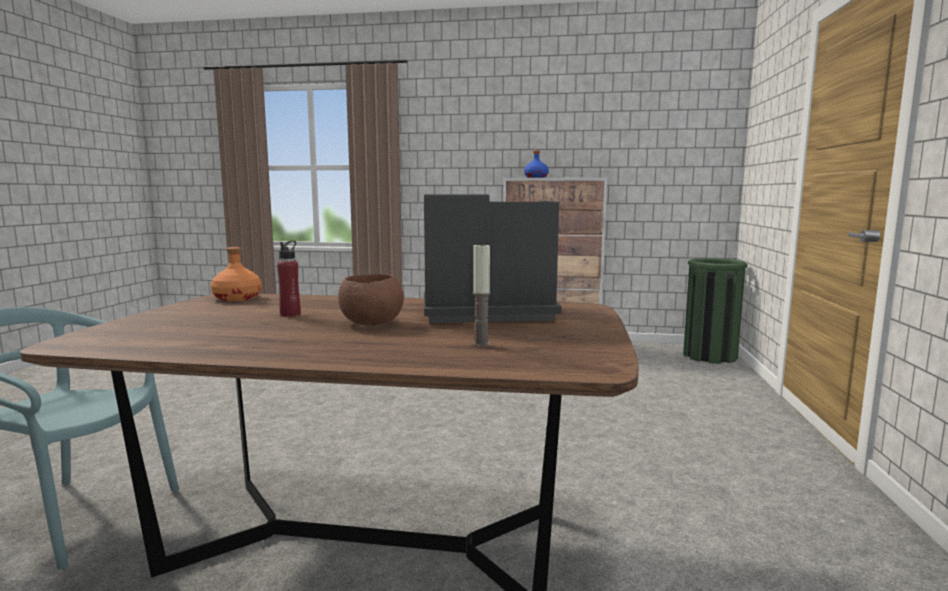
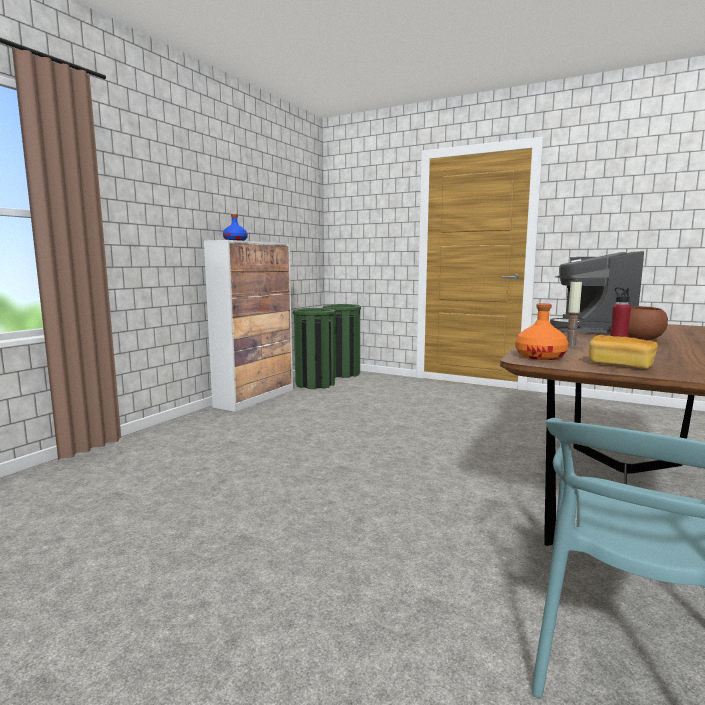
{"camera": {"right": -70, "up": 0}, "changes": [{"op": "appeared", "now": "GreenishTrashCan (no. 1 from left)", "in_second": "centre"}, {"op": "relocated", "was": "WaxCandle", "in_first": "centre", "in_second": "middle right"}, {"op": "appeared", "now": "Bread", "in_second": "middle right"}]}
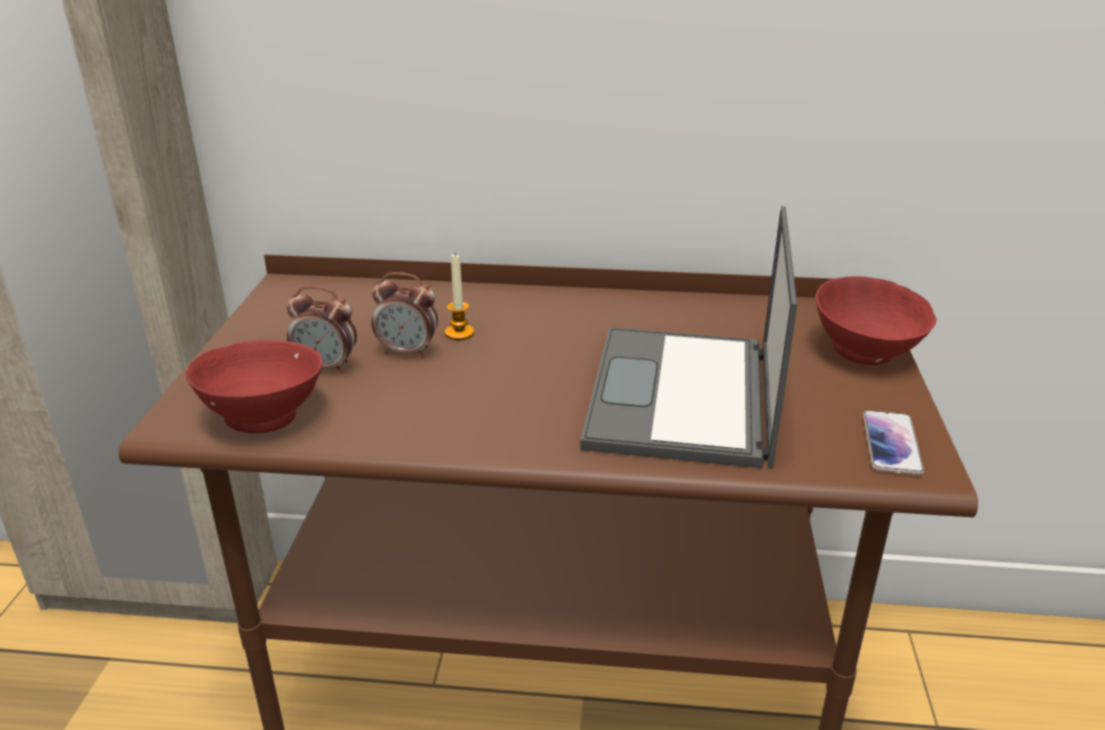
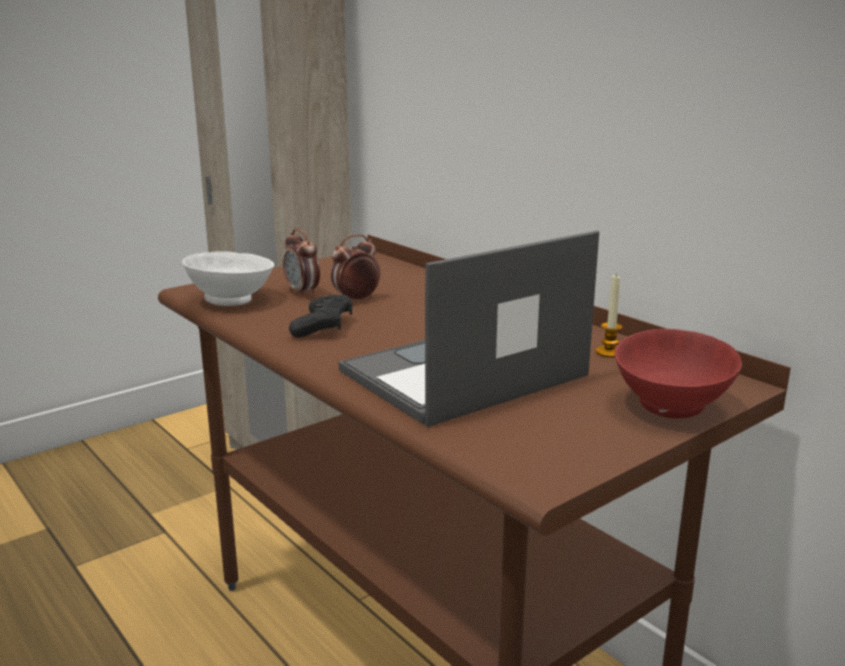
{"camera": {"right": 45, "up": -10}, "changes": [{"op": "colour", "was": "ReddishServingBowl (no. 1 from left)", "now": "WhitishServingBowl", "in_first": "middle left", "in_second": "middle left"}, {"op": "appeared", "now": "BlackishGameController", "in_second": "centre"}, {"op": "spun", "was": "BedsideClock (no. 2 from left)", "in_first": "centre", "in_second": "centre", "clockwise": 90}, {"op": "relocated", "was": "WaxCandle", "in_first": "centre", "in_second": "middle right"}, {"op": "missing", "was": "Phone", "in_first": "middle right"}]}
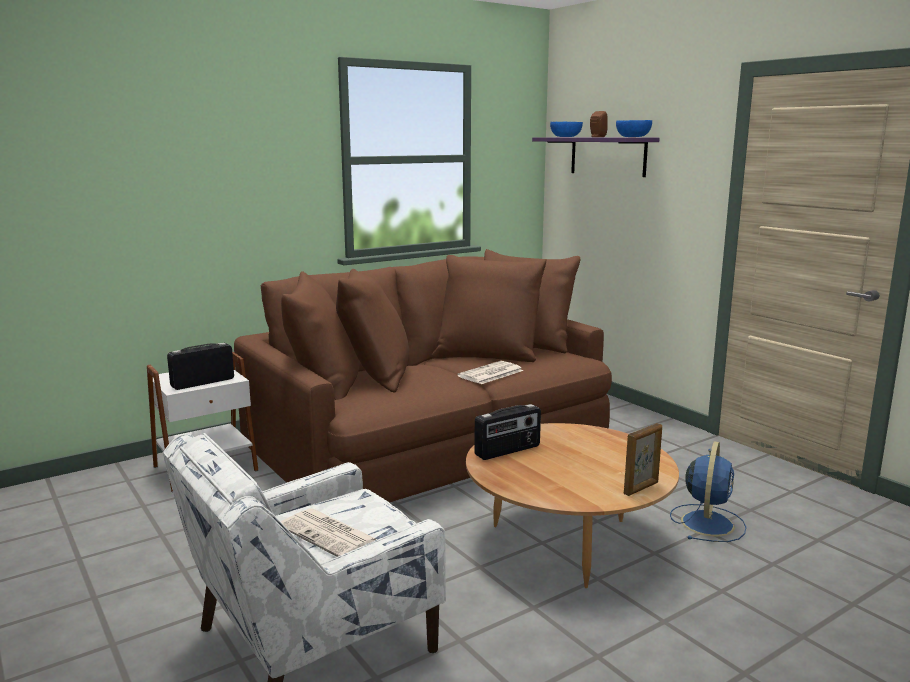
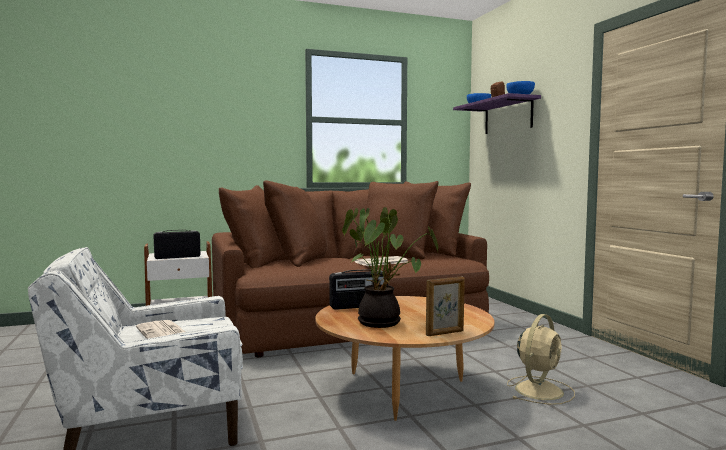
{"camera": {"right": 15, "up": -10}, "changes": [{"op": "appeared", "now": "Houseplant", "in_second": "centre"}, {"op": "colour", "was": "BluishFan", "now": "BeigeFan", "in_first": "bottom right", "in_second": "bottom right"}]}
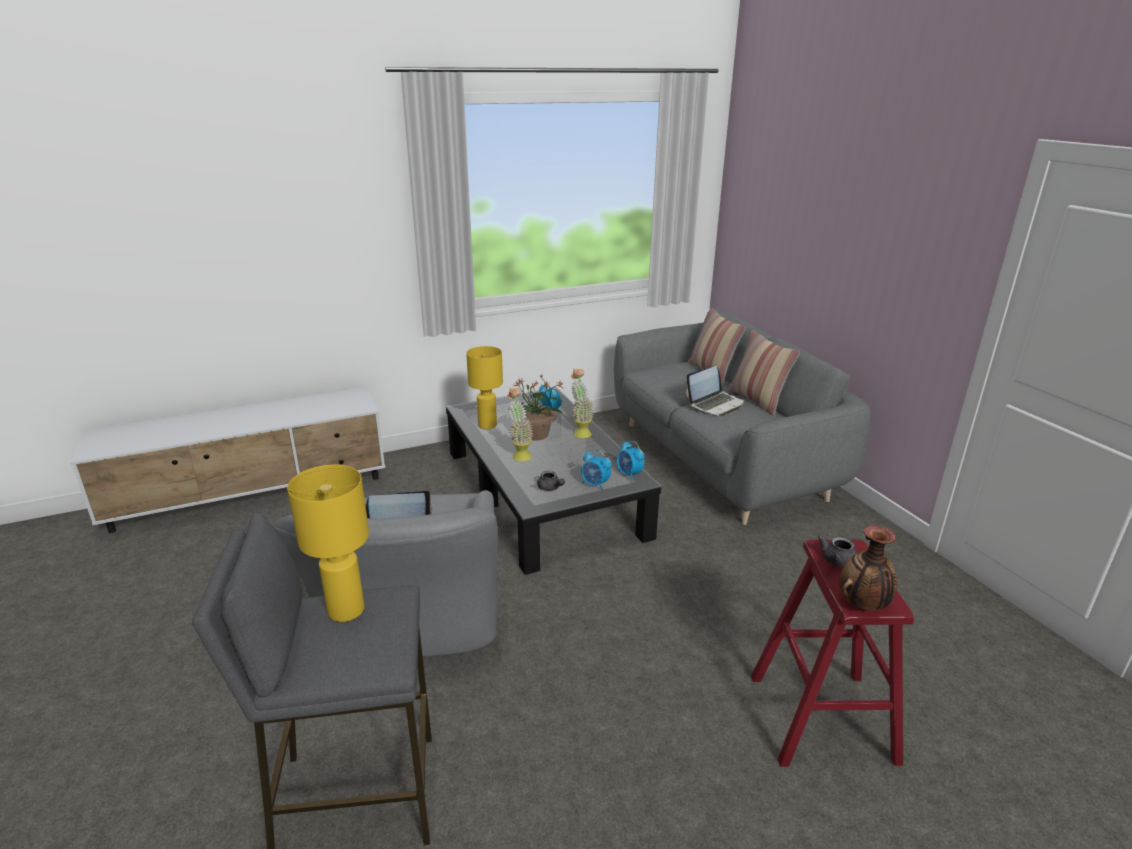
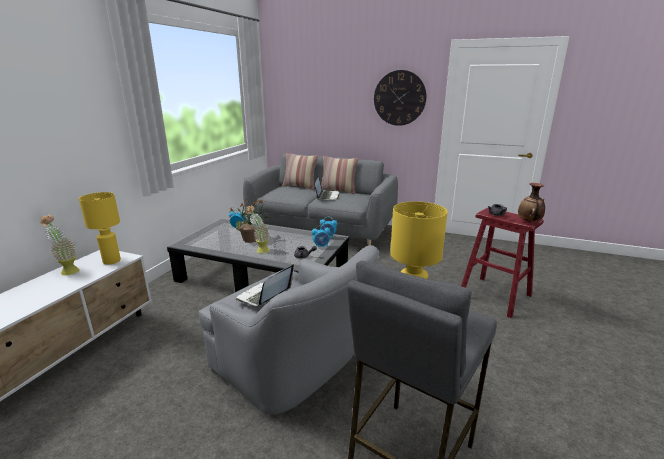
{"camera": {"right": -45, "up": -5}, "changes": [{"op": "relocated", "was": "Houseplant (no. 3 from left in the first image)", "now": "Houseplant (no. 1 from left)", "in_first": "centre", "in_second": "middle left"}, {"op": "relocated", "was": "YellowColouredTabletopLamp (no. 2 from left in the first image)", "now": "YellowColouredTabletopLamp (no. 1 from left)", "in_first": "centre", "in_second": "middle left"}, {"op": "appeared", "now": "HangingClock", "in_second": "top centre"}]}
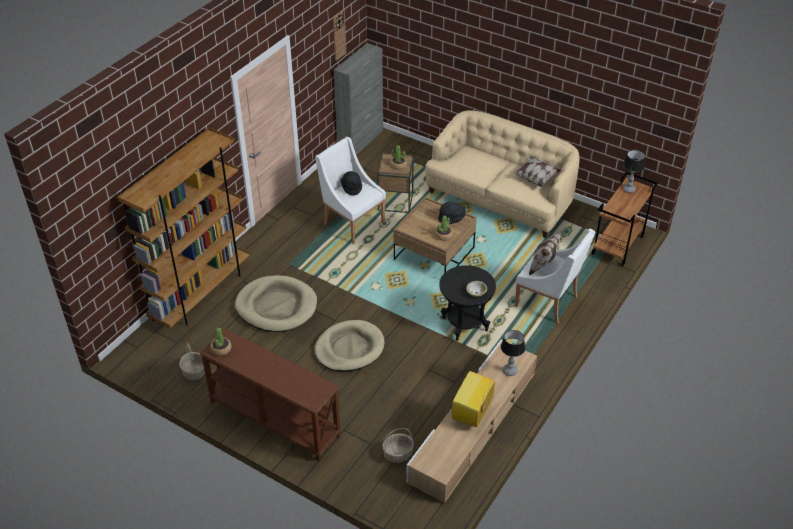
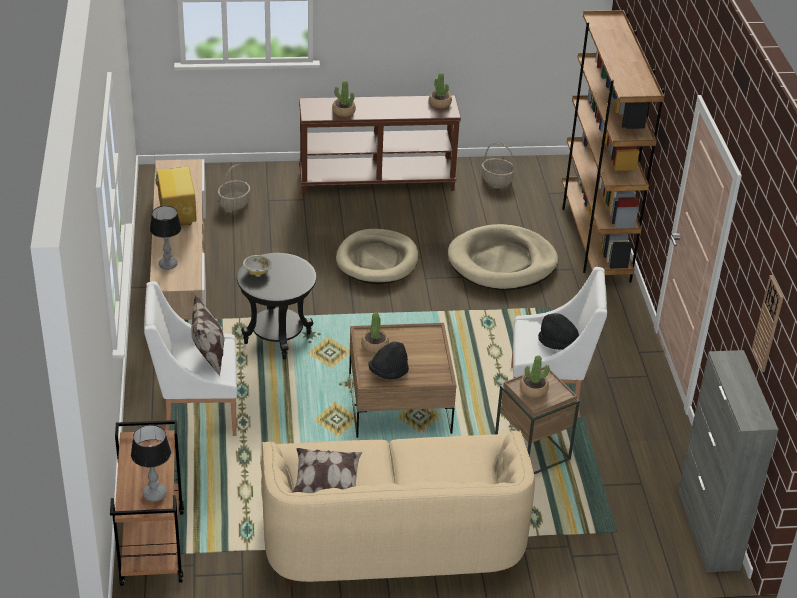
{"camera": {"right": 140, "up": -5}, "changes": [{"op": "appeared", "now": "Houseplant (no. 1 from left)", "in_second": "top centre"}]}
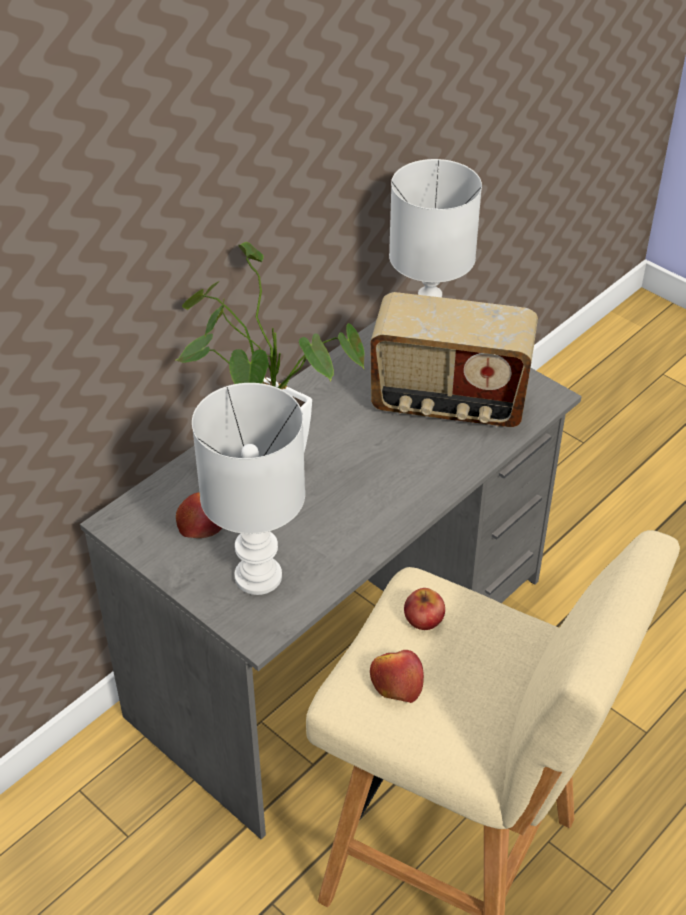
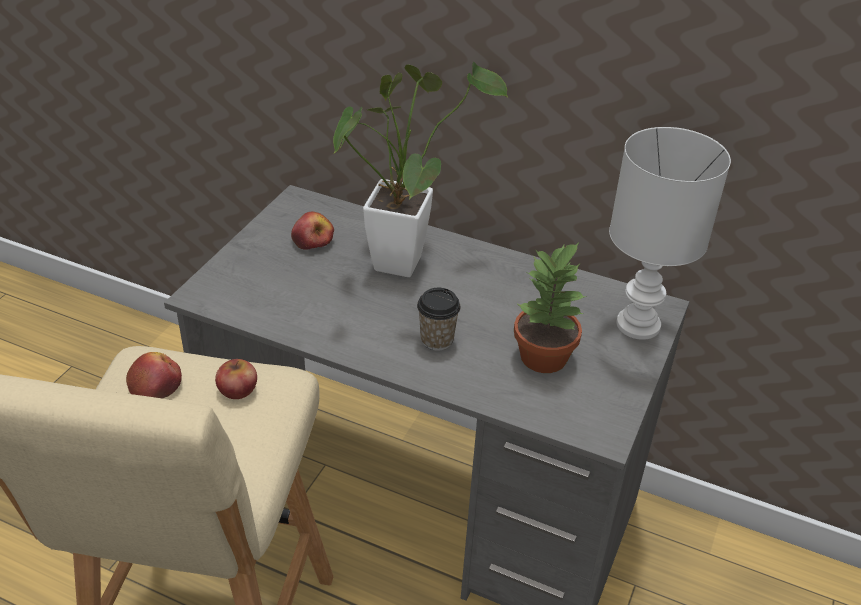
{"camera": {"right": 70, "up": -5}, "changes": [{"op": "appeared", "now": "DrinkingCup", "in_second": "centre"}, {"op": "exchanged", "was": "RadioReceiver", "now": "Houseplant (no. 2 from left)", "in_first": "centre", "in_second": "centre"}, {"op": "missing", "was": "WhitishTabletopLamp (no. 1 from left)", "in_first": "centre"}]}
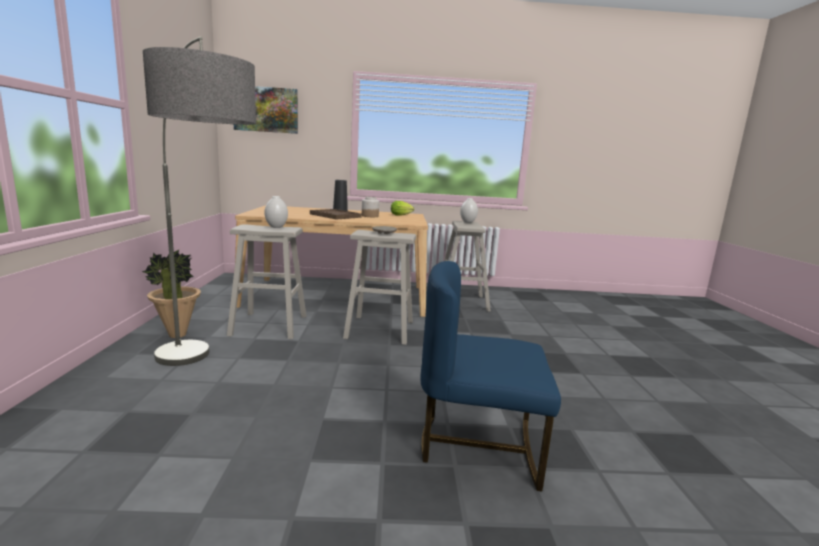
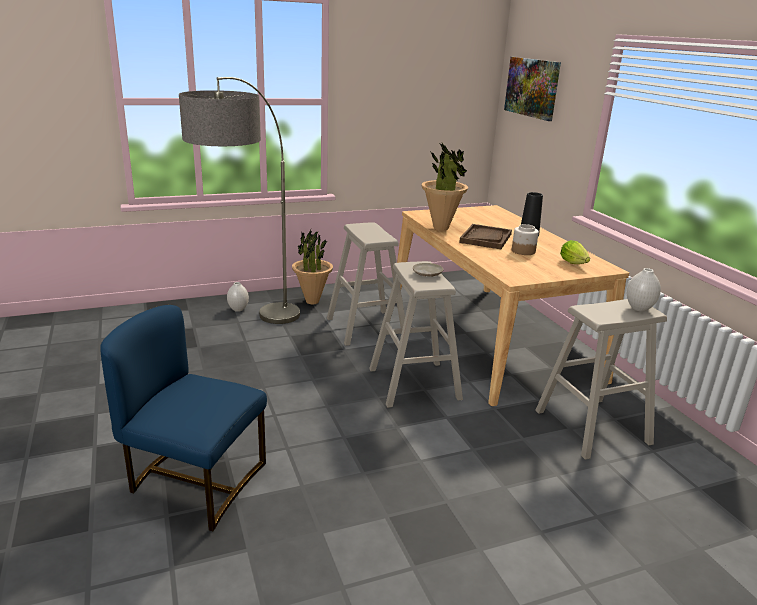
{"camera": {"right": 70, "up": 10}, "changes": [{"op": "spun", "was": "BluishPlainChair", "in_first": "bottom centre", "in_second": "bottom left", "clockwise": -60}, {"op": "relocated", "was": "WhitishVase (no. 1 from left)", "in_first": "centre", "in_second": "middle left"}, {"op": "appeared", "now": "Houseplant (no. 2 from left)", "in_second": "top centre"}]}
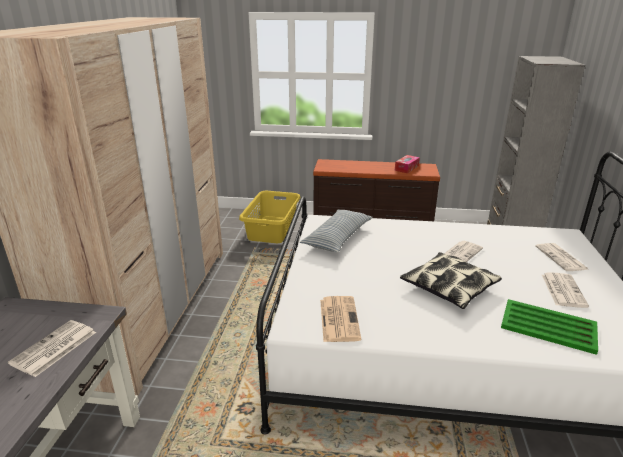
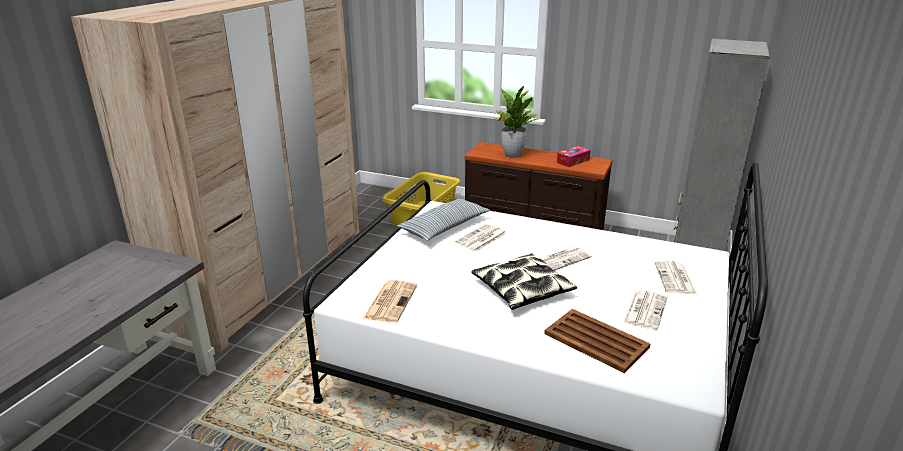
{"camera": {"right": 15, "up": 0}, "changes": [{"op": "relocated", "was": "DailyPaper (no. 1 from left in the first image)", "now": "DailyPaper (no. 2 from left)", "in_first": "bottom left", "in_second": "centre"}, {"op": "appeared", "now": "Houseplant", "in_second": "top centre"}, {"op": "colour", "was": "GreenishCarryingTray", "now": "BrownCarryingTray", "in_first": "bottom right", "in_second": "bottom centre"}]}
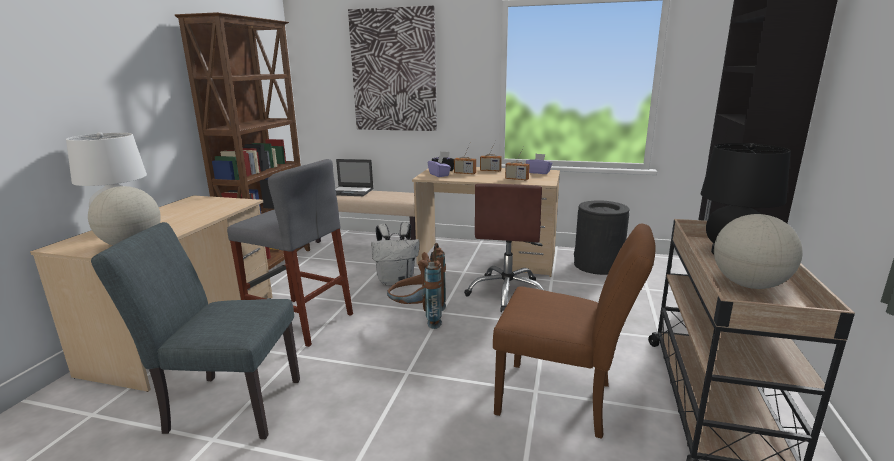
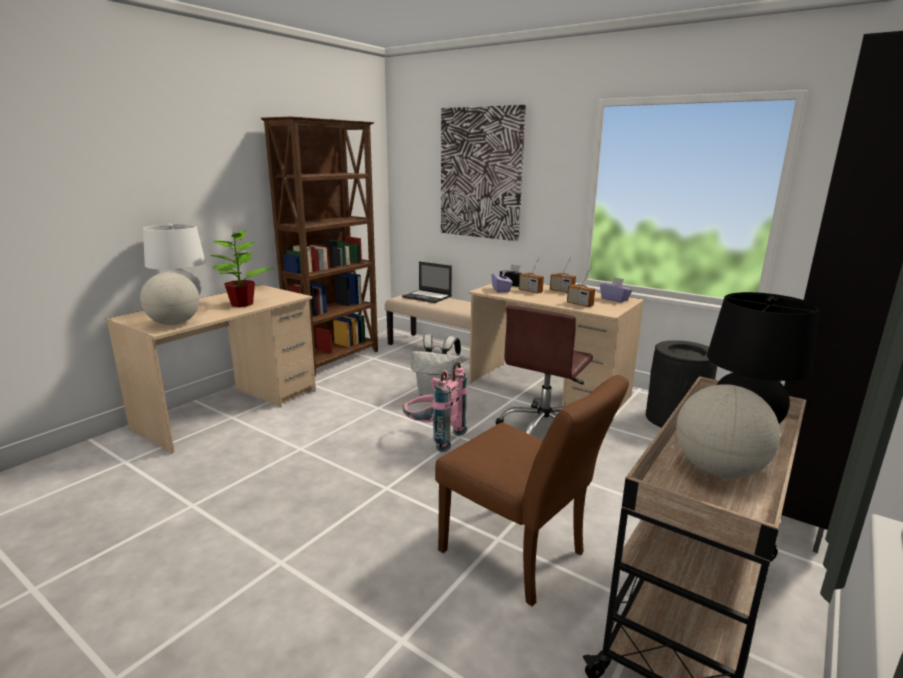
{"camera": {"right": 20, "up": 0}, "changes": [{"op": "appeared", "now": "Houseplant", "in_second": "middle left"}, {"op": "colour", "was": "BrownBackpack", "now": "PinkishBackpack", "in_first": "centre", "in_second": "centre"}, {"op": "missing", "was": "GreyishPlainChair", "in_first": "bottom left"}, {"op": "missing", "was": "GreyishSittingStool", "in_first": "middle left"}]}
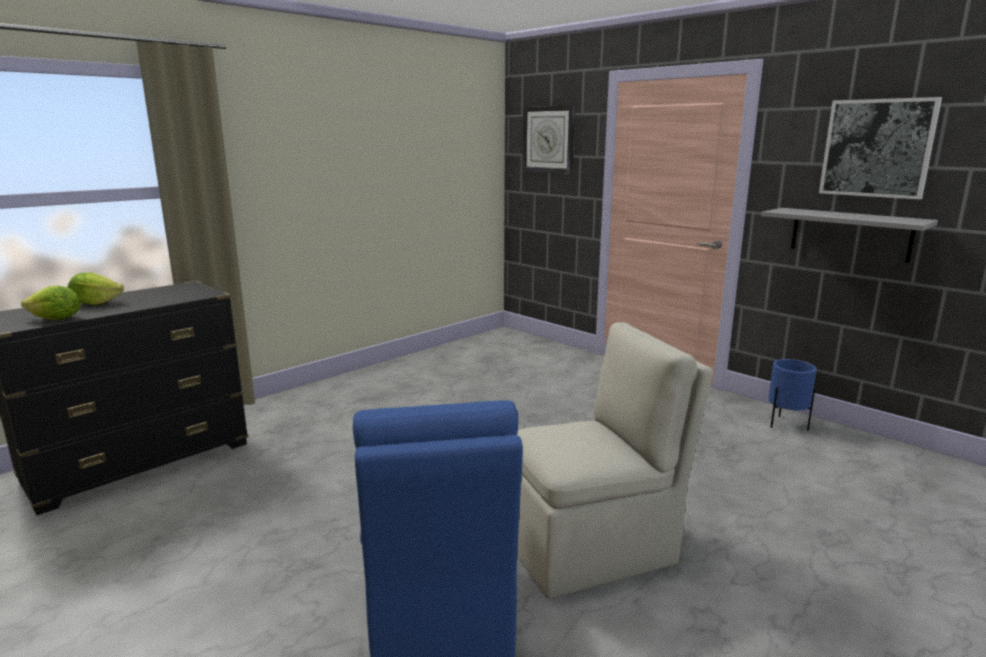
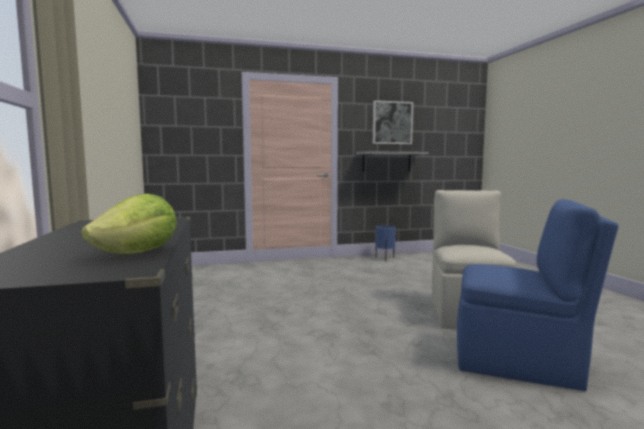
{"camera": {"right": -60, "up": -10}, "changes": [{"op": "missing", "was": "LettuceHead (no. 2 from left)", "in_first": "middle left"}, {"op": "missing", "was": "HangingClock", "in_first": "top centre"}]}
